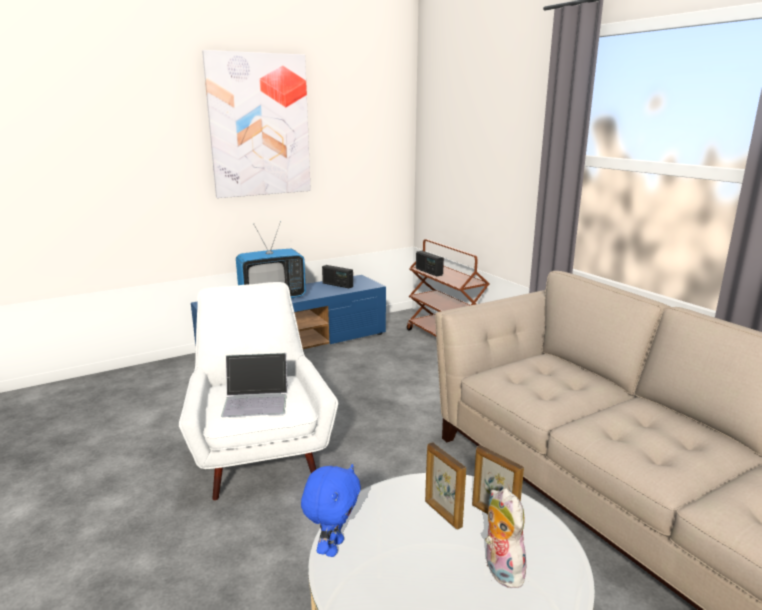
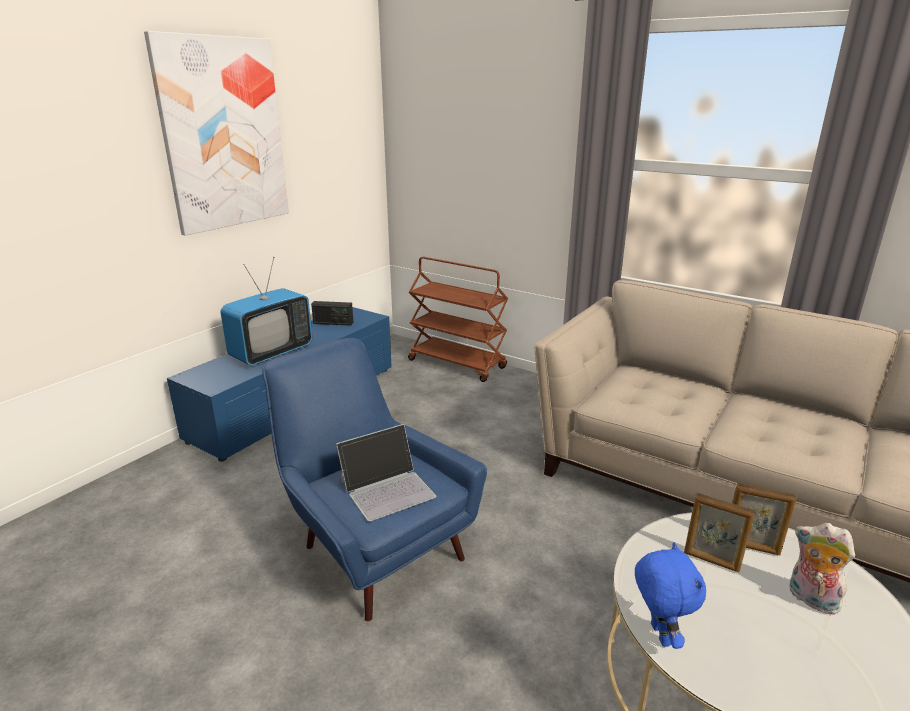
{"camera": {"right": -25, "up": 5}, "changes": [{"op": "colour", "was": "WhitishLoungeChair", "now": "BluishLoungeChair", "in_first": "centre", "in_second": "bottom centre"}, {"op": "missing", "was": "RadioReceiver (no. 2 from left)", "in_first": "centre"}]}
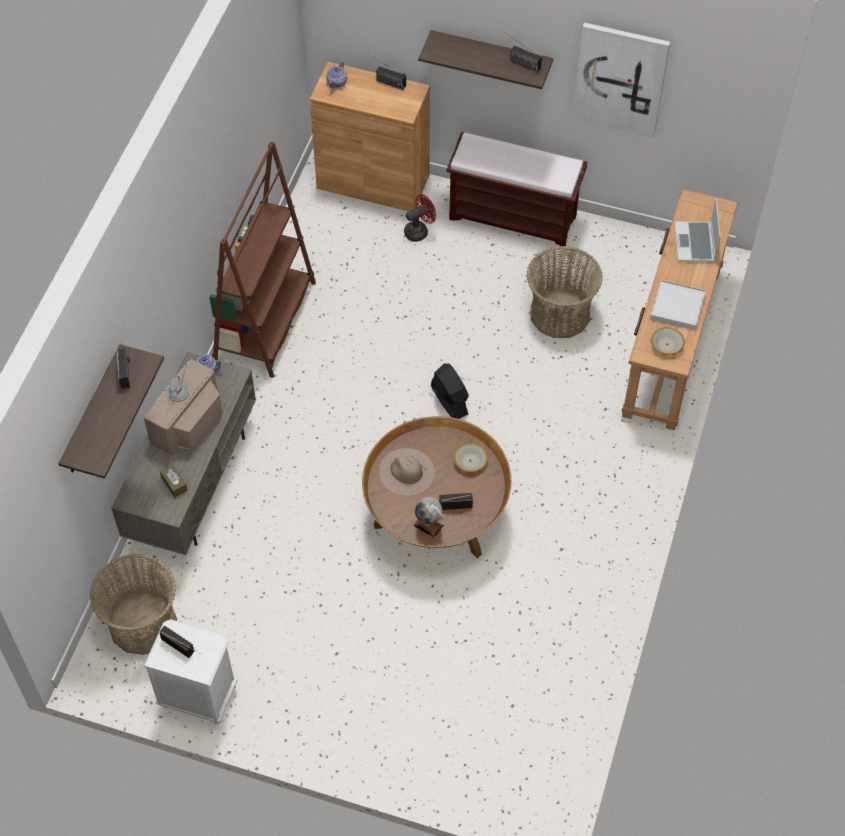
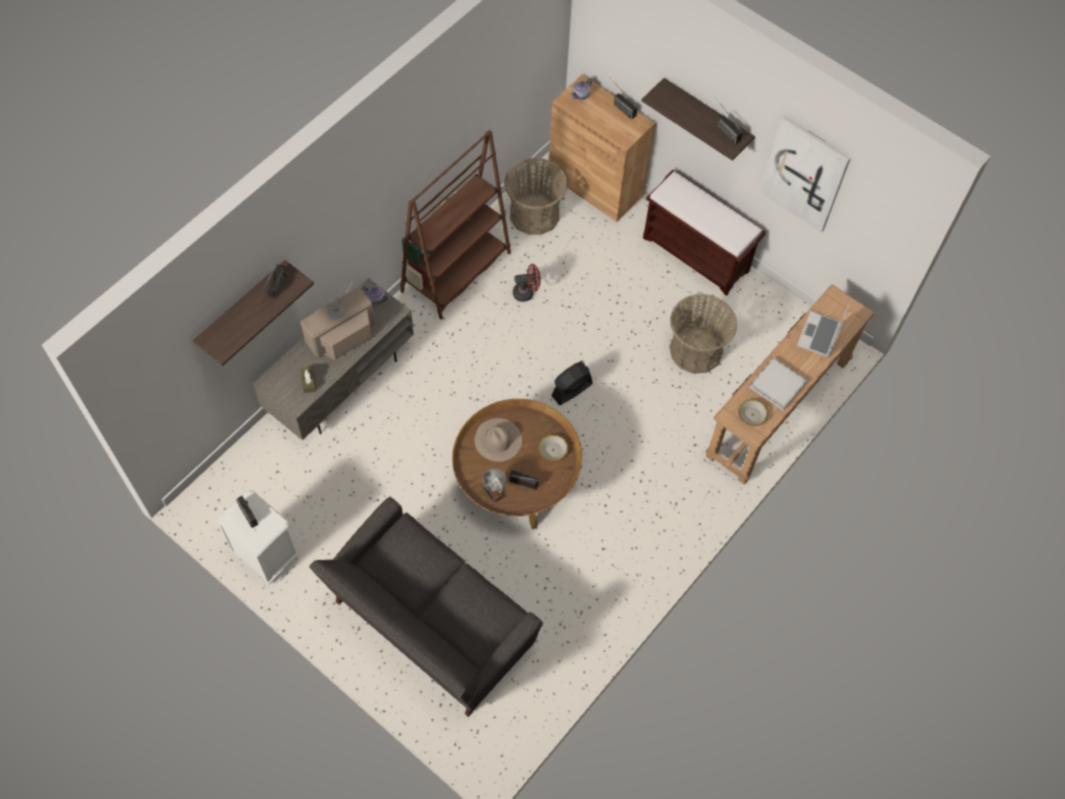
{"camera": {"right": 20, "up": 5}, "changes": [{"op": "appeared", "now": "GreyishSofa", "in_second": "bottom centre"}, {"op": "relocated", "was": "HouseholdBasket (no. 1 from left)", "in_first": "bottom left", "in_second": "top centre"}, {"op": "relocated", "was": "ReddishFan", "in_first": "top centre", "in_second": "centre"}, {"op": "spun", "was": "BlackishFan", "in_first": "centre", "in_second": "centre", "clockwise": -120}]}
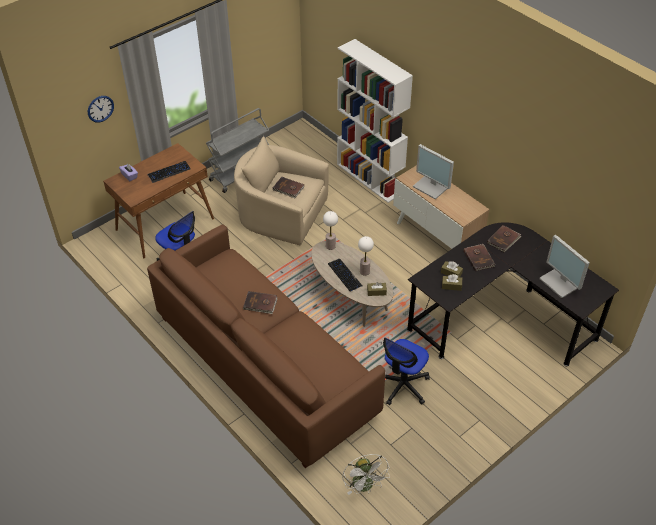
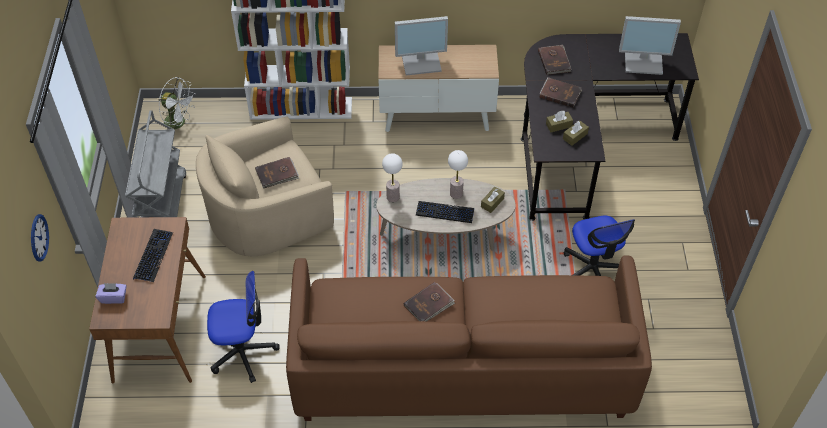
{"camera": {"right": -50, "up": 5}, "changes": [{"op": "relocated", "was": "WhitishFan", "in_first": "bottom centre", "in_second": "top left"}]}
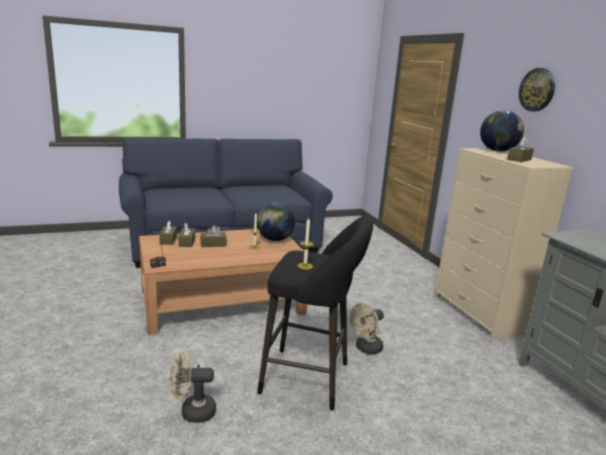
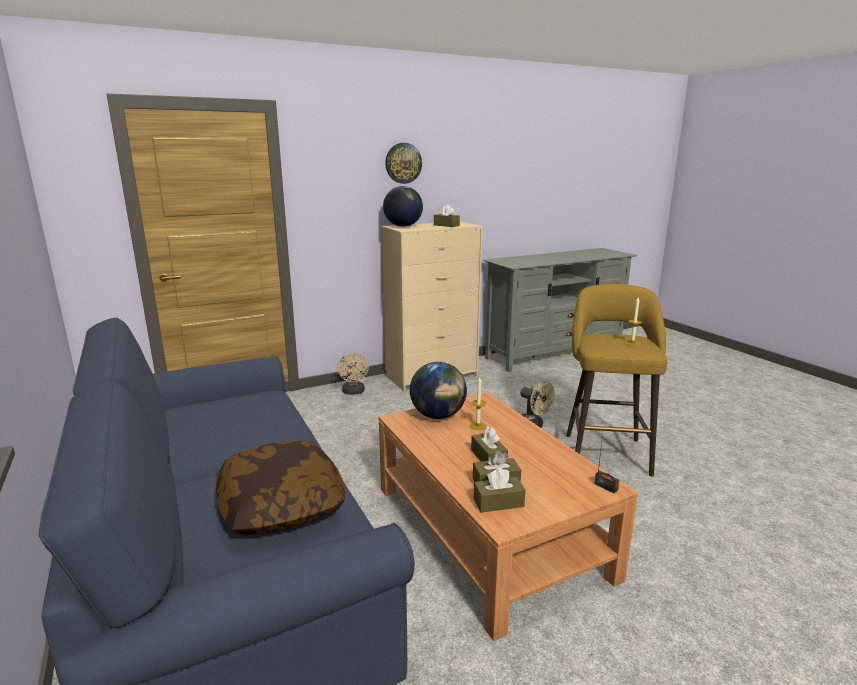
{"camera": {"right": -95, "up": 0}, "changes": [{"op": "appeared", "now": "Pillow", "in_second": "bottom left"}, {"op": "relocated", "was": "BeigeFan (no. 1 from left)", "in_first": "bottom left", "in_second": "centre"}, {"op": "colour", "was": "BlackishSittingStool", "now": "YellowColouredSittingStool", "in_first": "bottom centre", "in_second": "middle right"}]}
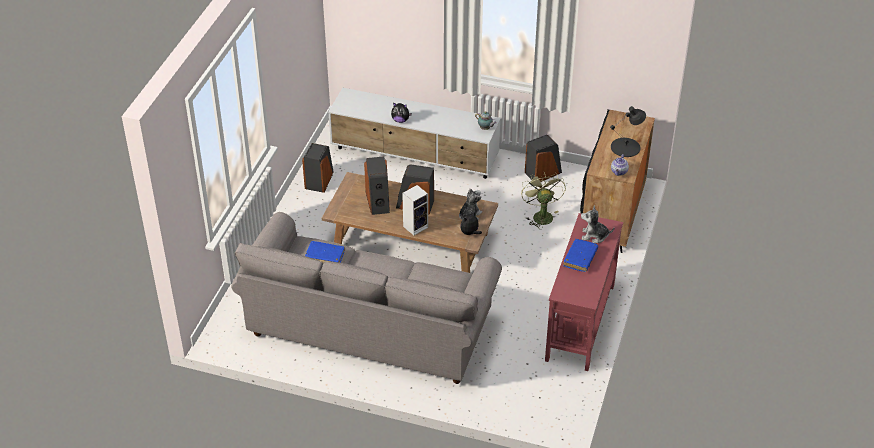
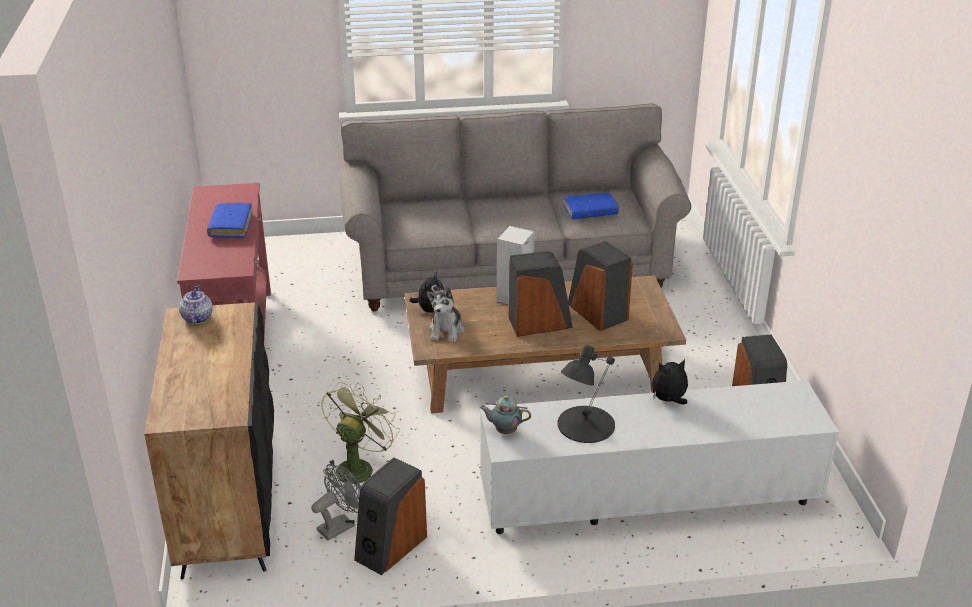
{"camera": {"right": 155, "up": -10}, "changes": [{"op": "appeared", "now": "GreyishFan", "in_second": "bottom centre"}, {"op": "spun", "was": "GreenishFan", "in_first": "centre", "in_second": "bottom centre", "clockwise": -120}, {"op": "relocated", "was": "BlackishTabletopLamp", "in_first": "top right", "in_second": "centre"}, {"op": "missing", "was": "SoftToy (no. 4 from left)", "in_first": "middle right"}]}
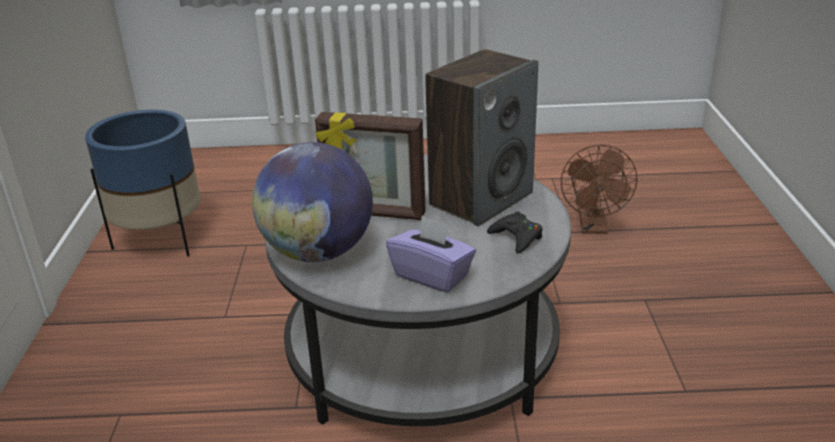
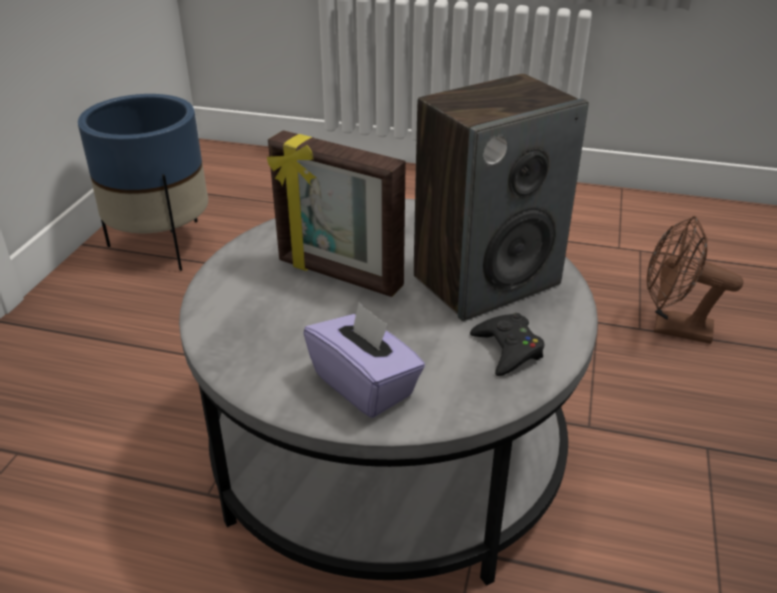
{"camera": {"right": 15, "up": 5}, "changes": [{"op": "spun", "was": "BrownFan", "in_first": "middle right", "in_second": "middle right", "clockwise": 90}, {"op": "missing", "was": "DeskGlobe", "in_first": "centre"}]}
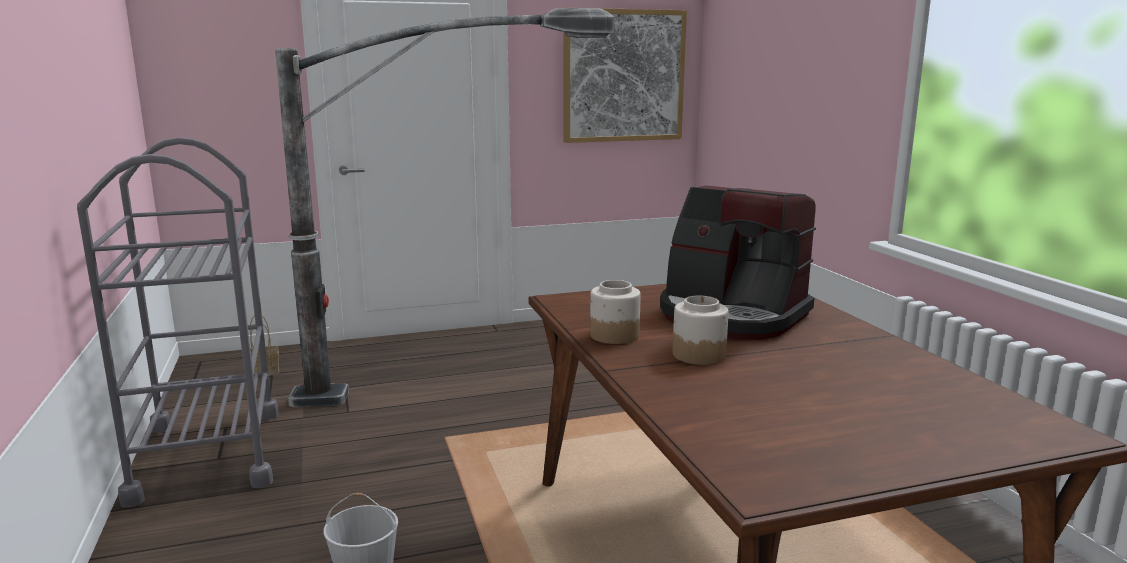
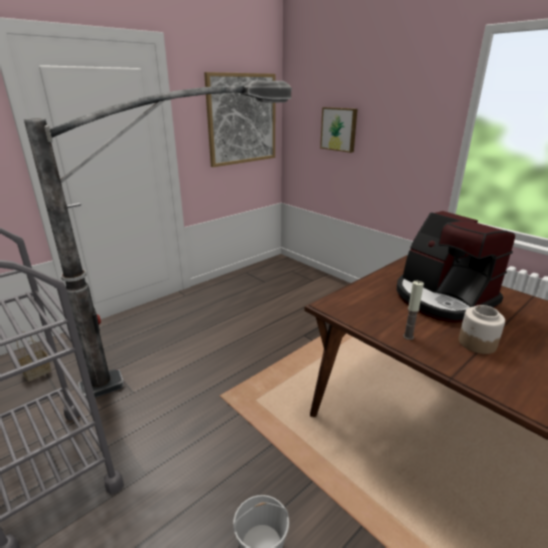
{"camera": {"right": -25, "up": 10}, "changes": [{"op": "appeared", "now": "WallPicture (no. 2 from left)", "in_second": "top centre"}, {"op": "spun", "was": "CoffeeBrewer", "in_first": "centre", "in_second": "middle right", "clockwise": 45}, {"op": "exchanged", "was": "PreserveJar (no. 1 from left)", "now": "WaxCandle", "in_first": "centre", "in_second": "middle right"}]}
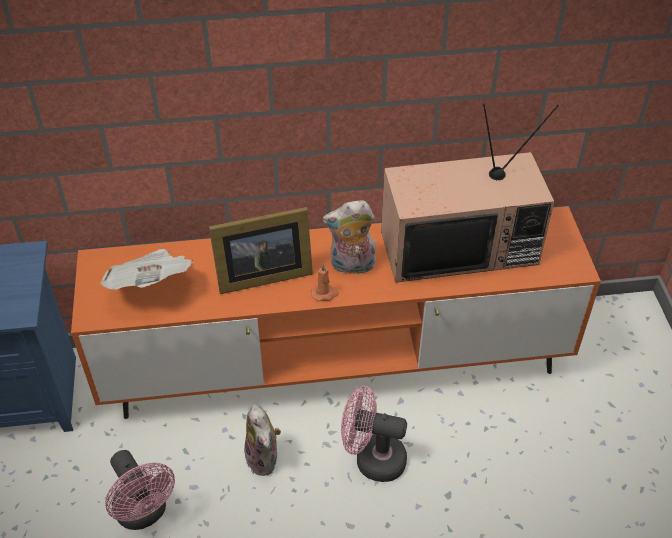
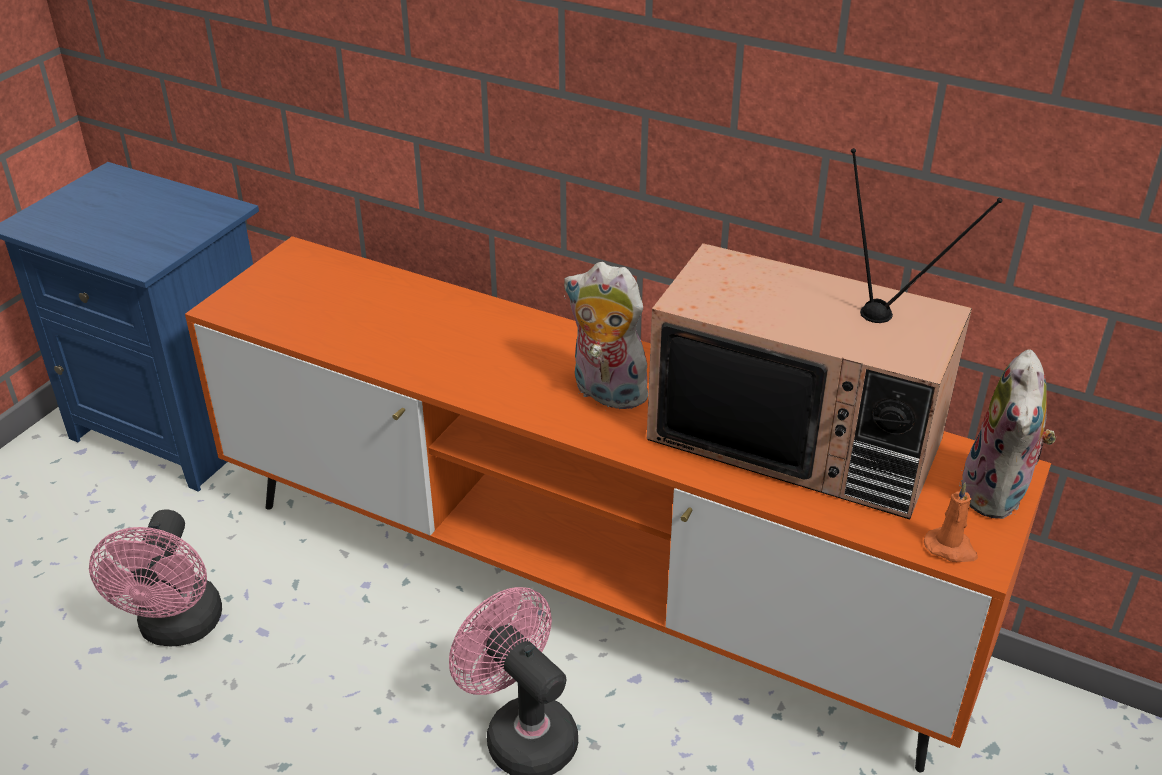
{"camera": {"right": 35, "up": -10}, "changes": [{"op": "relocated", "was": "OrangeyWaxCandle", "in_first": "centre", "in_second": "bottom right"}, {"op": "relocated", "was": "SoftToy (no. 1 from left in the first image)", "now": "SoftToy (no. 2 from left)", "in_first": "bottom centre", "in_second": "middle right"}, {"op": "missing", "was": "DailyPaper", "in_first": "middle left"}, {"op": "missing", "was": "PictureFrame", "in_first": "centre"}]}
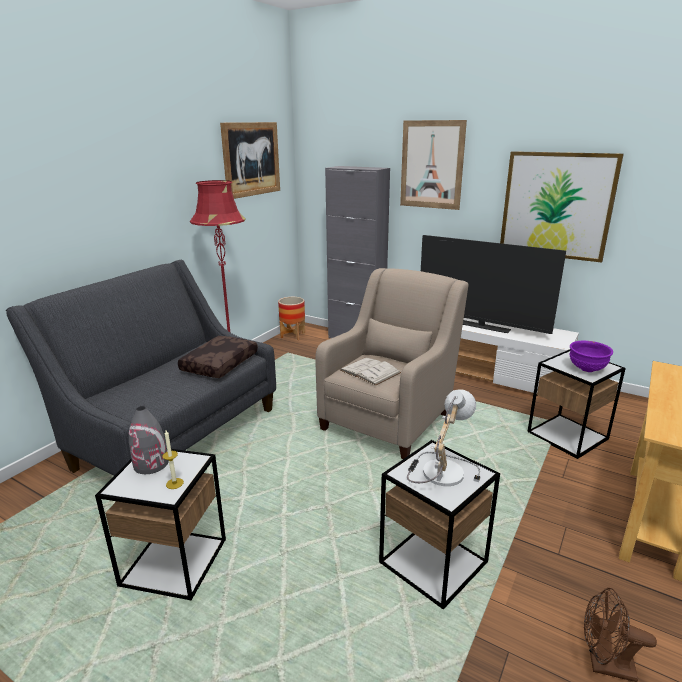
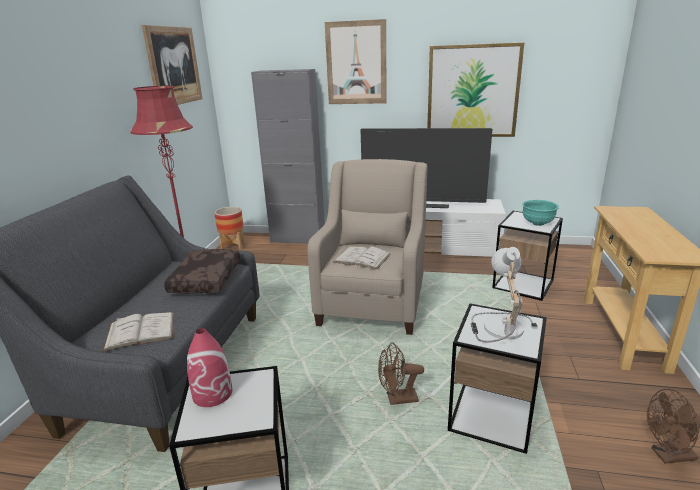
{"camera": {"right": -20, "up": 0}, "changes": [{"op": "appeared", "now": "WhitishVolume (no. 1 from left)", "in_second": "bottom left"}, {"op": "colour", "was": "GreyishVase", "now": "ReddishVase", "in_first": "middle left", "in_second": "bottom left"}, {"op": "appeared", "now": "BrownFan (no. 1 from left)", "in_second": "bottom centre"}, {"op": "colour", "was": "PurplishServingBowl", "now": "BlueGreenServingBowl", "in_first": "middle right", "in_second": "middle right"}, {"op": "missing", "was": "WaxCandle", "in_first": "bottom left"}]}
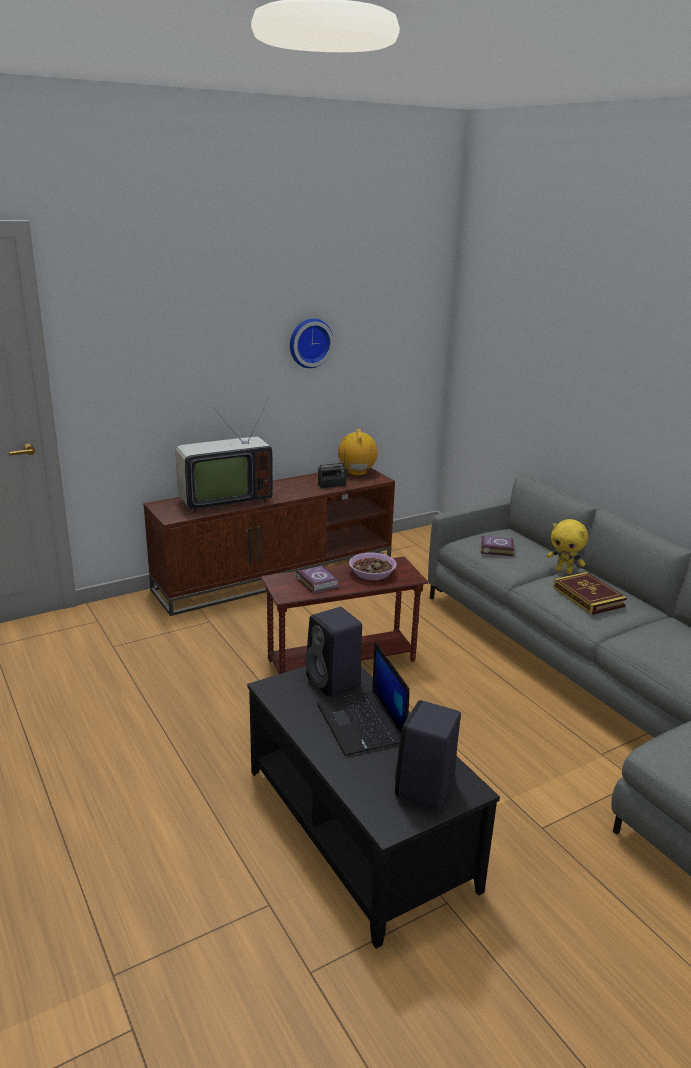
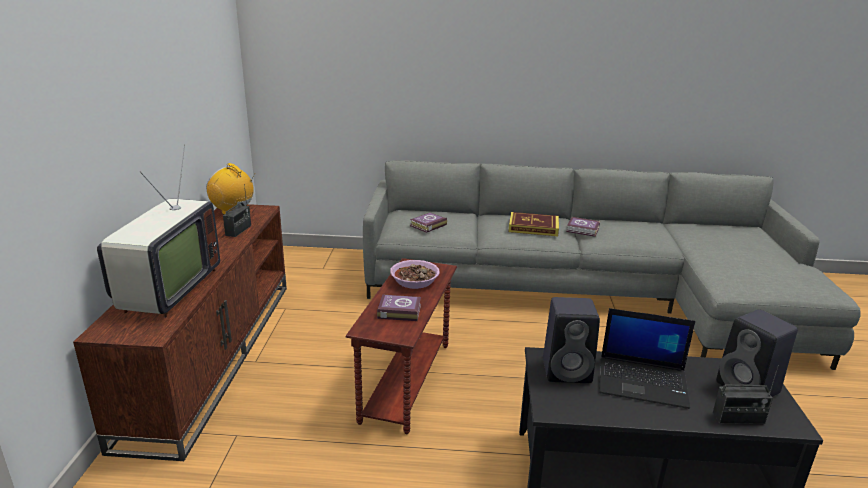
{"camera": {"right": -55, "up": 0}, "changes": [{"op": "appeared", "now": "Volume (no. 4 from left)", "in_second": "middle right"}, {"op": "appeared", "now": "RadioReceiver (no. 3 from left)", "in_second": "bottom right"}, {"op": "missing", "was": "HangingClock", "in_first": "top centre"}, {"op": "missing", "was": "YellowColouredSoftToy", "in_first": "middle right"}]}
